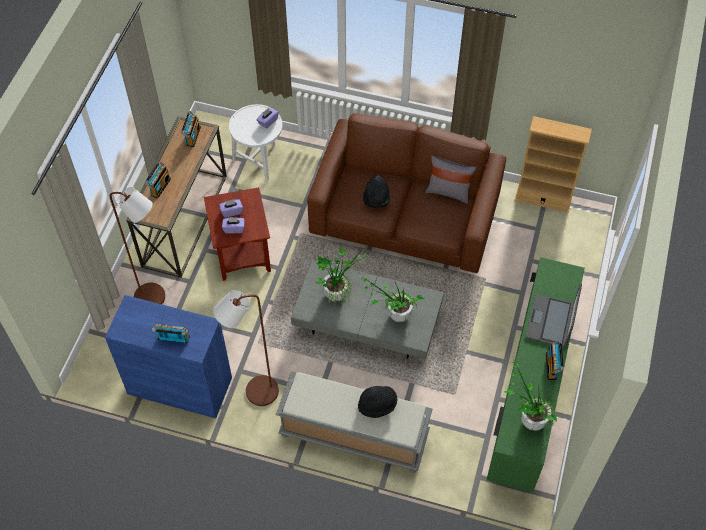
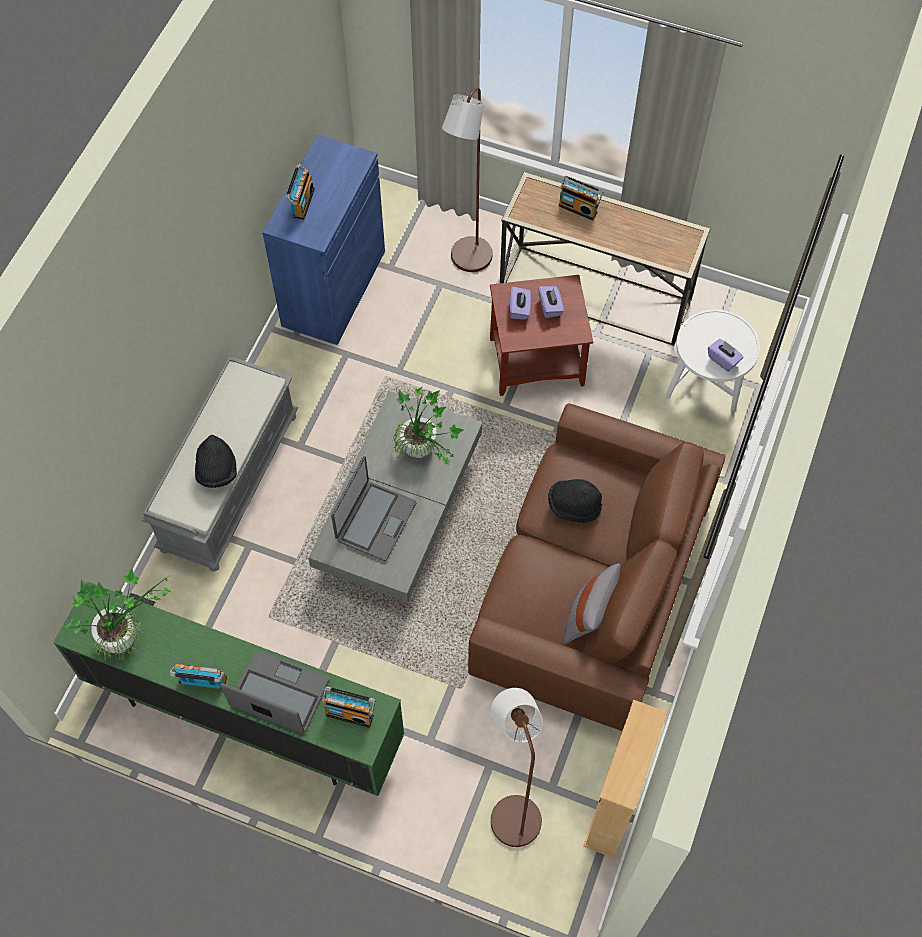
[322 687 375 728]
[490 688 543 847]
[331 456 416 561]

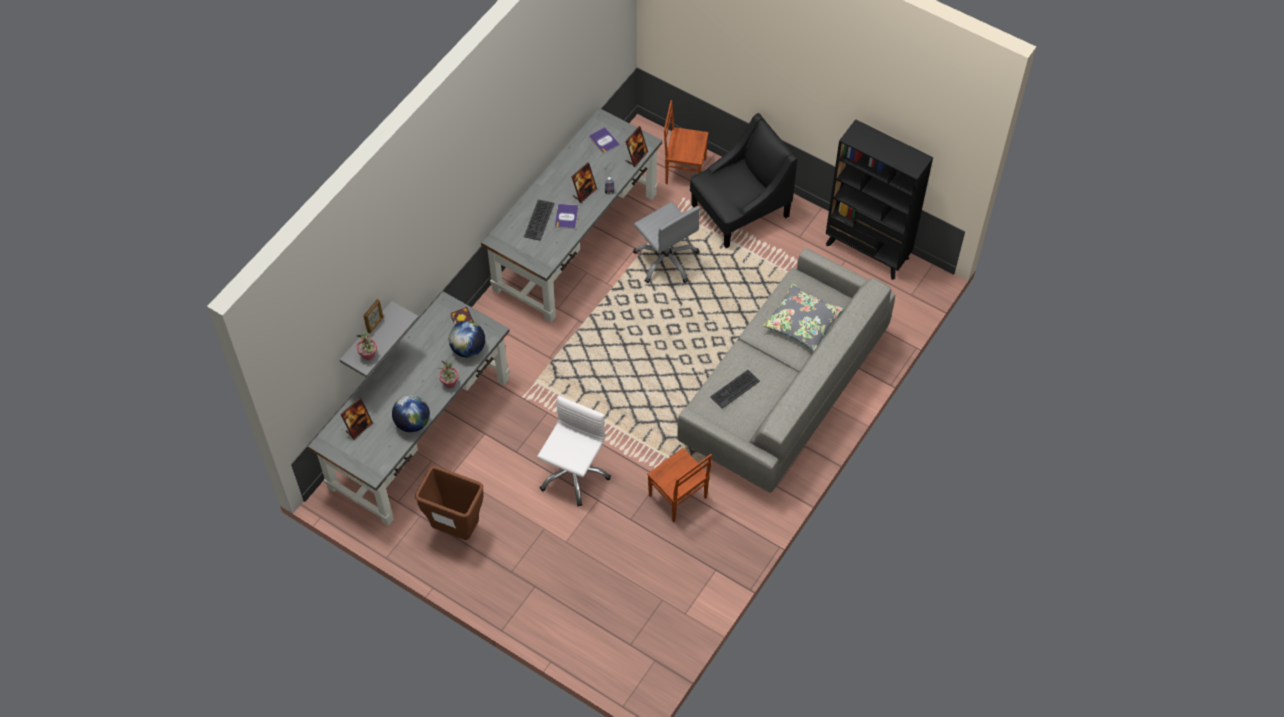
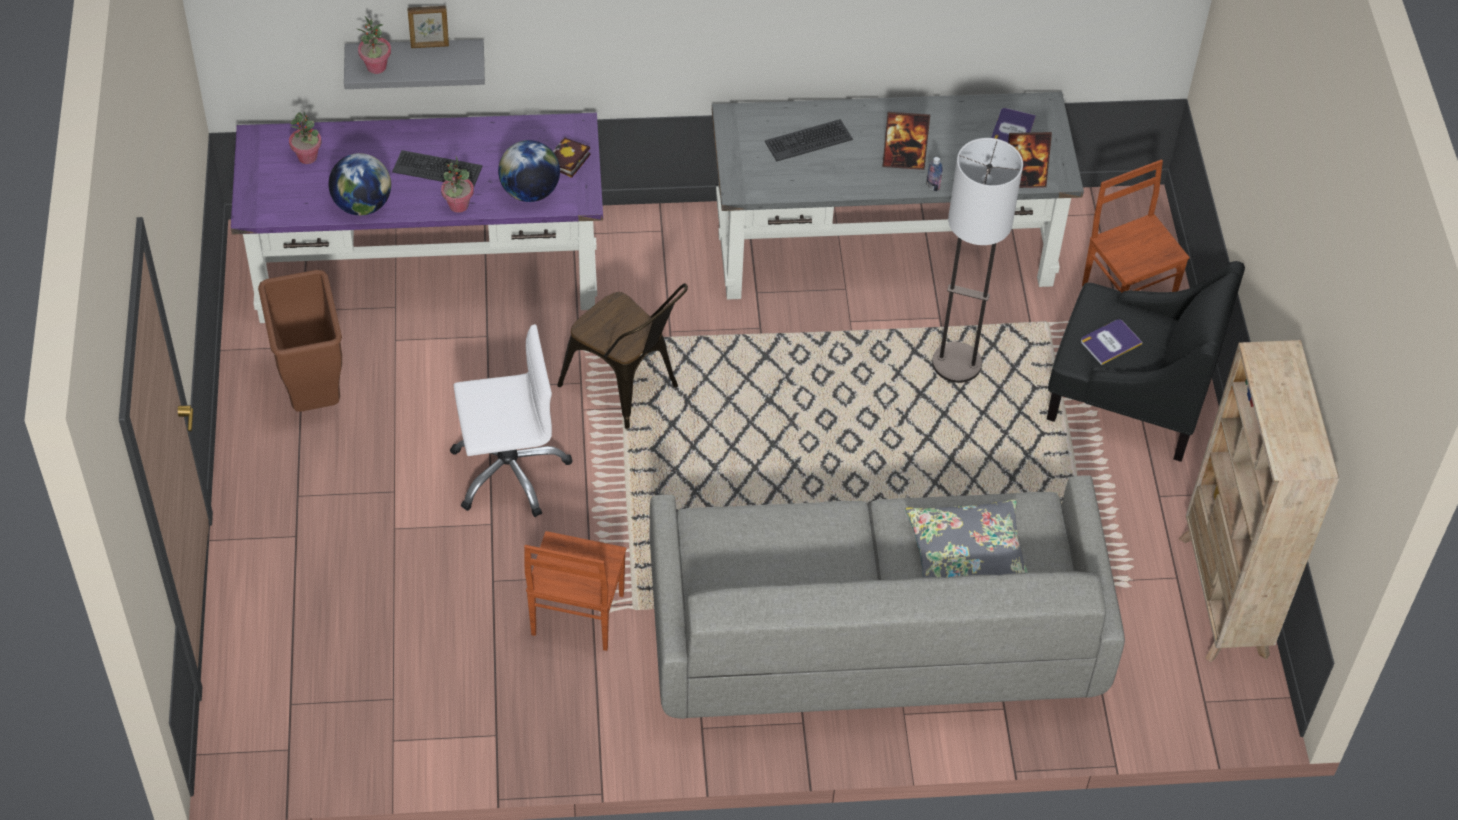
[557 283 688 429]
[1081 319 1143 365]
[392 150 482 187]
[289 112 321 164]
[932 138 1023 383]
[231 113 603 323]
[1179 340 1339 662]

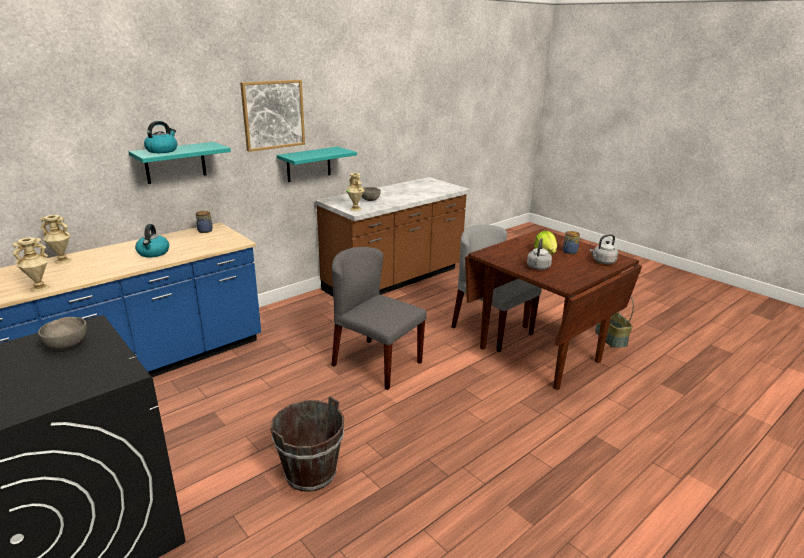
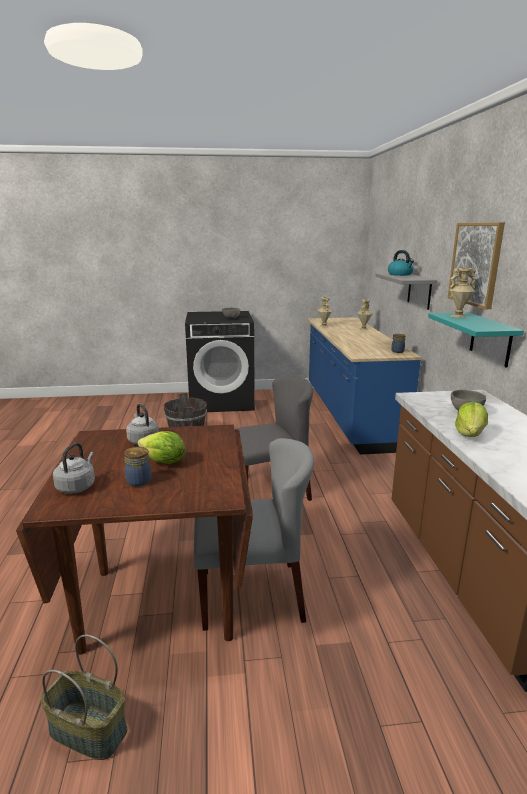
[135 224 169 258] (first image)
[455 402 488 437]
[449 268 476 318]
[375 273 438 310]

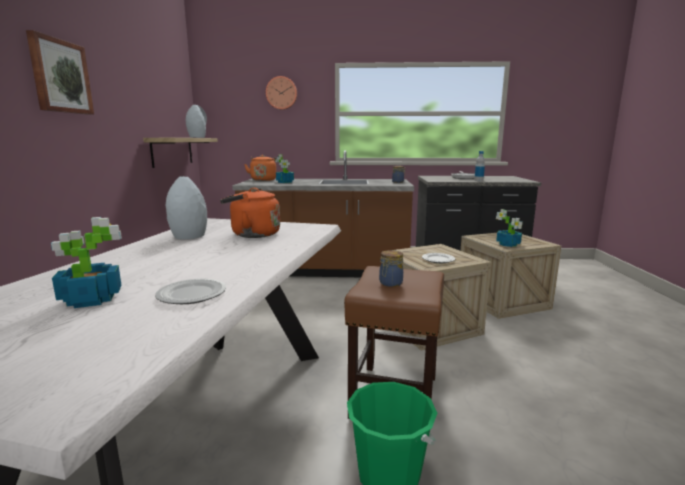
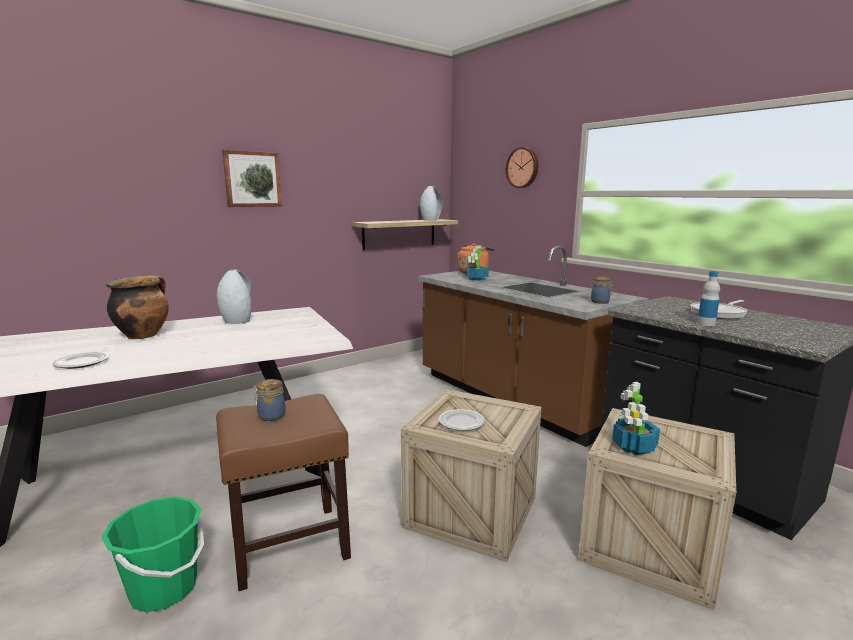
[51 217 122 308] (first image)
[220 188 280 238] (first image)
[106 275 169 339]

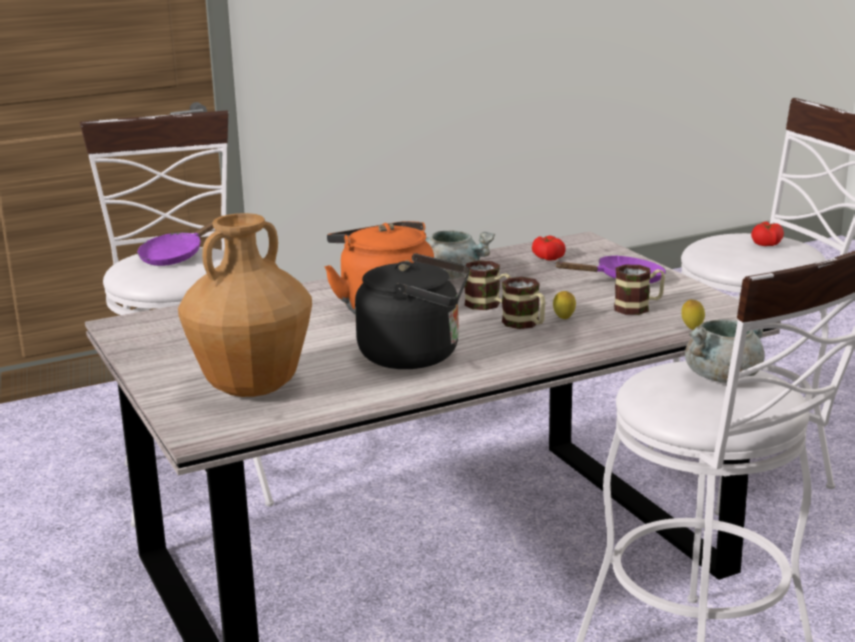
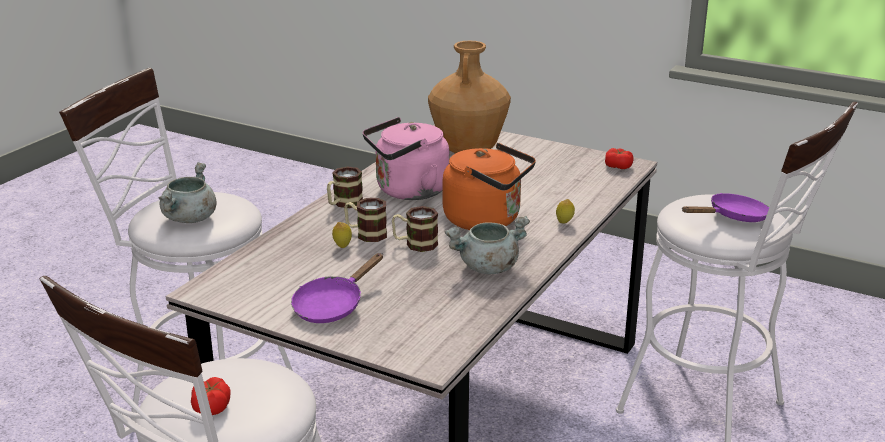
[605 148 634 169]
[327 166 363 208]
[556 199 575 224]
[363 117 449 200]
[682 193 769 222]

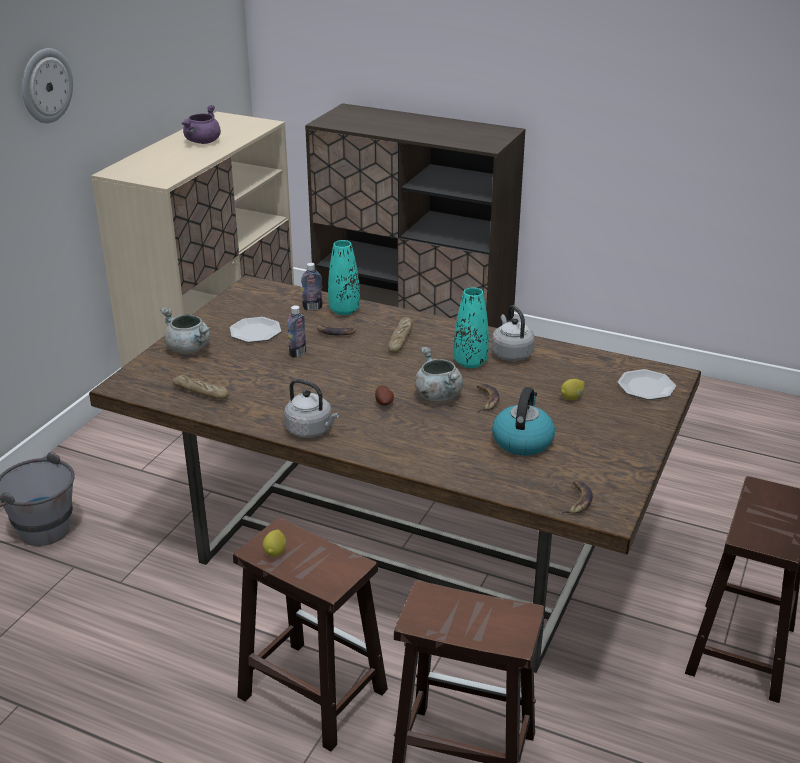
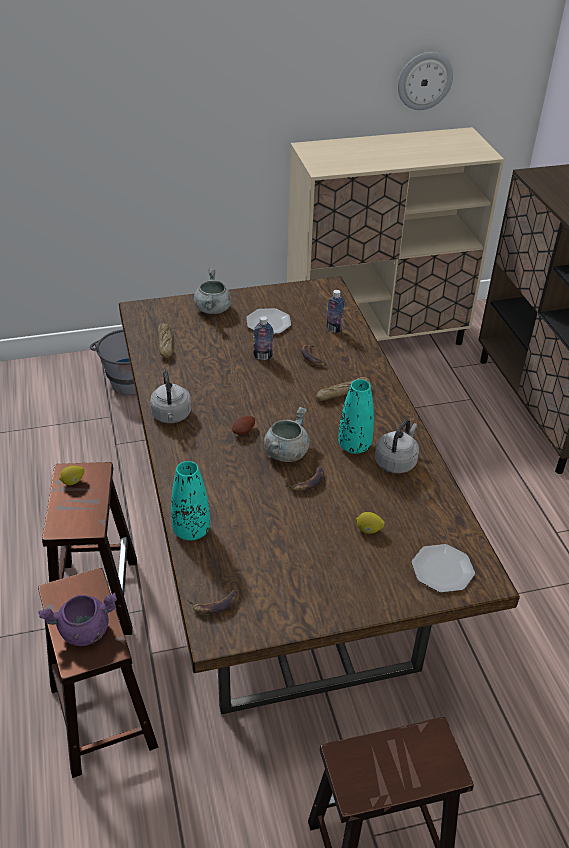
[492 387 555 456] (first image)
[398 52 453 110]
[39 593 117 646]
[171 461 210 540]

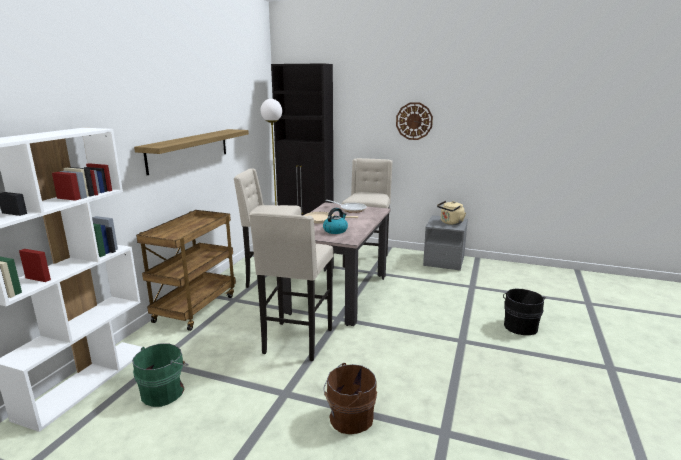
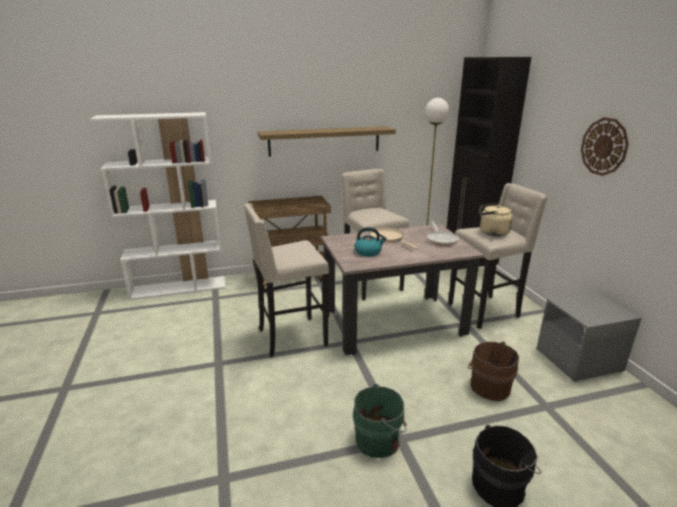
[353 384 407 458]
[468 341 519 401]
[479 203 513 237]

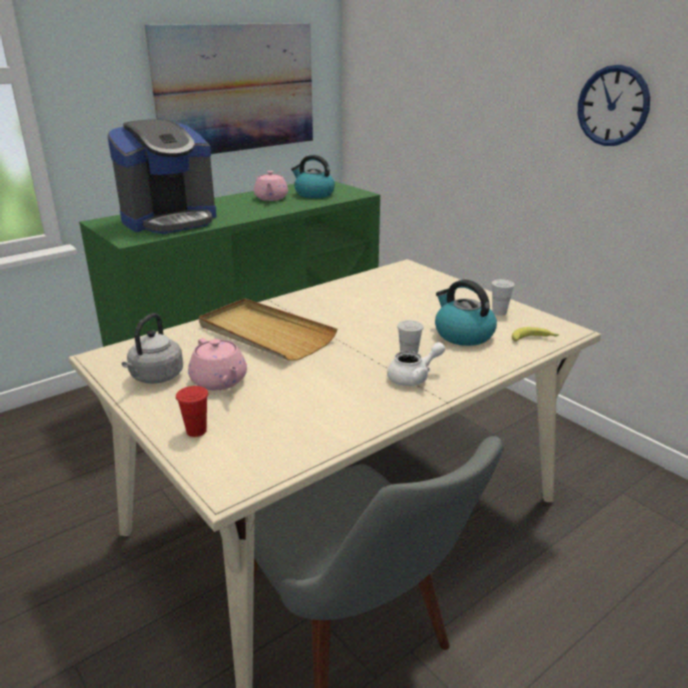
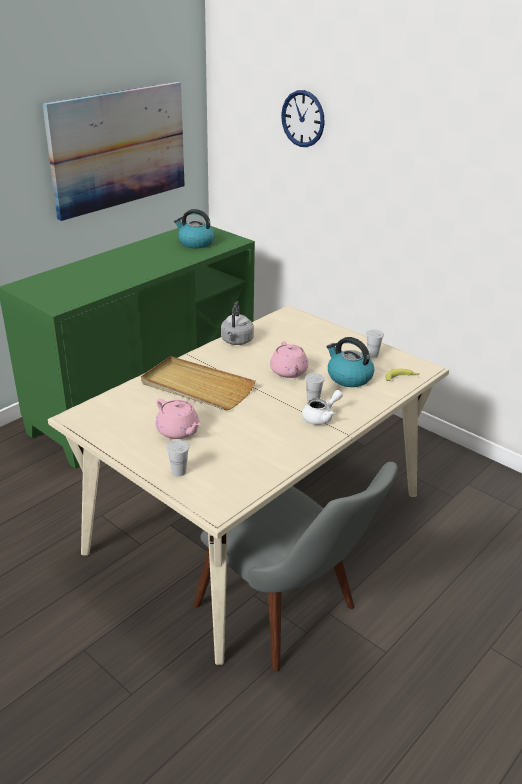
[107 119 216 234] (first image)
[221 301 254 345]
[270 341 308 378]
[281 90 325 147]
[166 440 189 476]

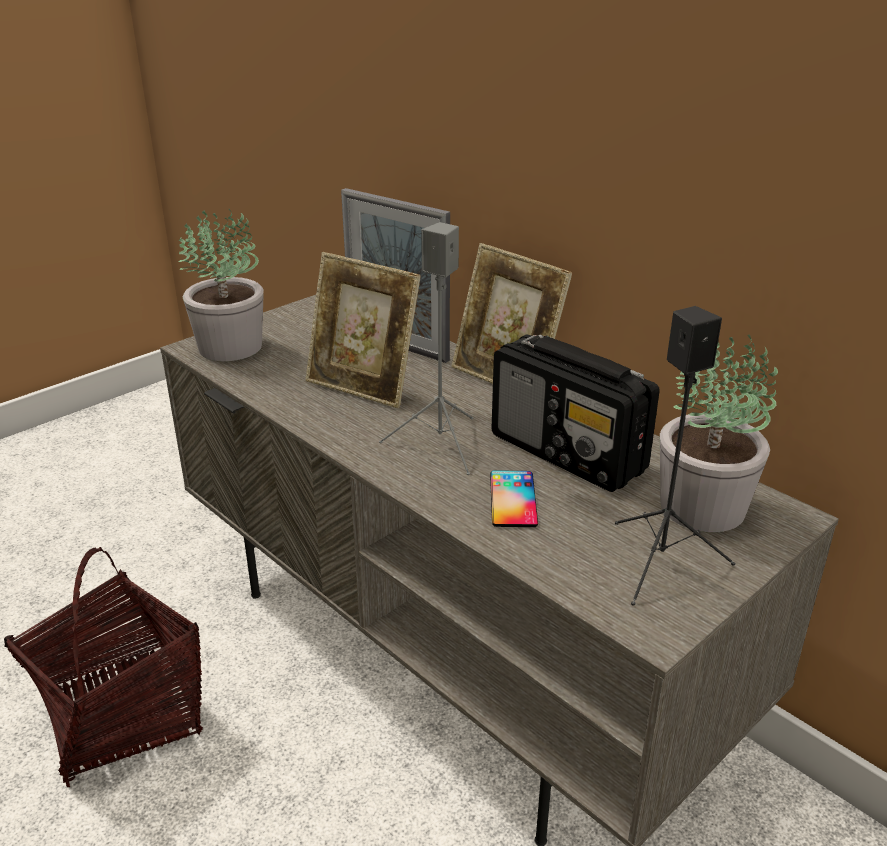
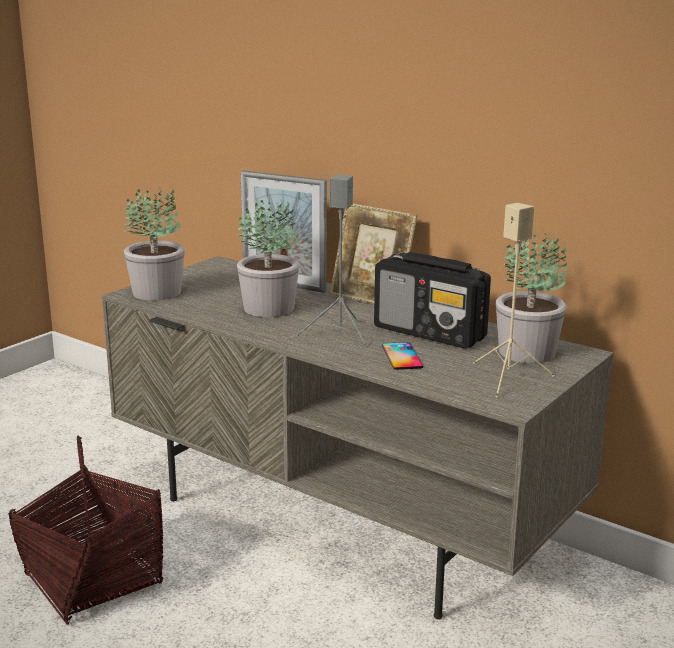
[237 199 300 317]
[473 203 555 397]

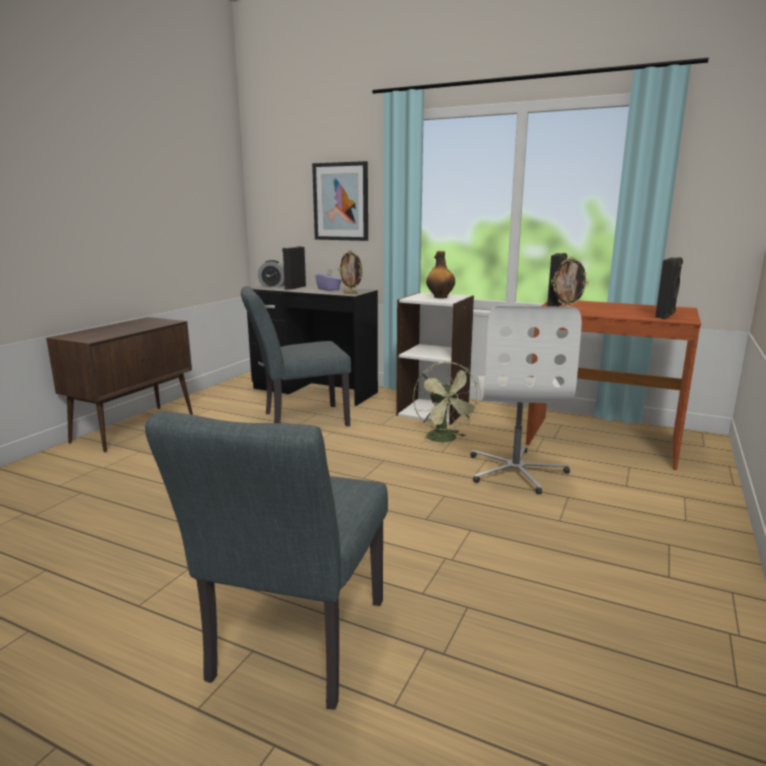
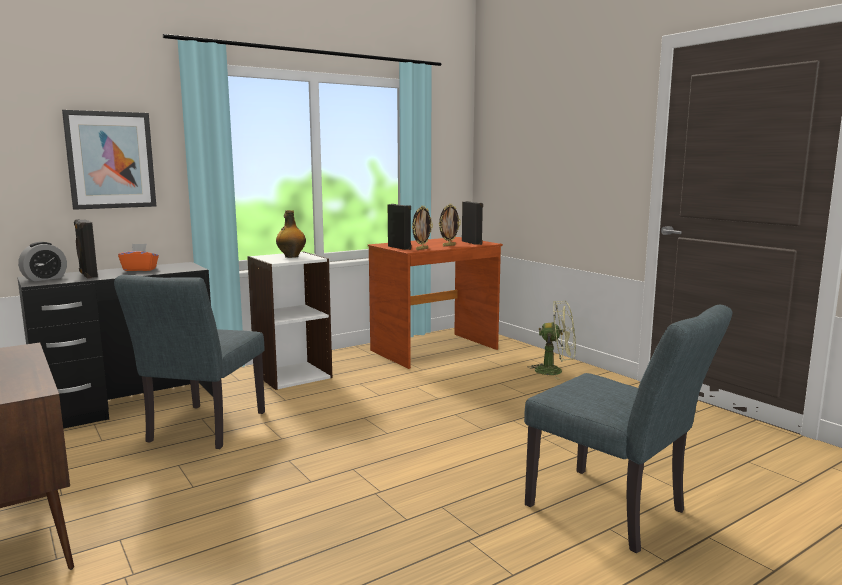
[470 306 582 494] (first image)
[439 204 461 246]
[527 301 576 379]
[118 244 159 271]

